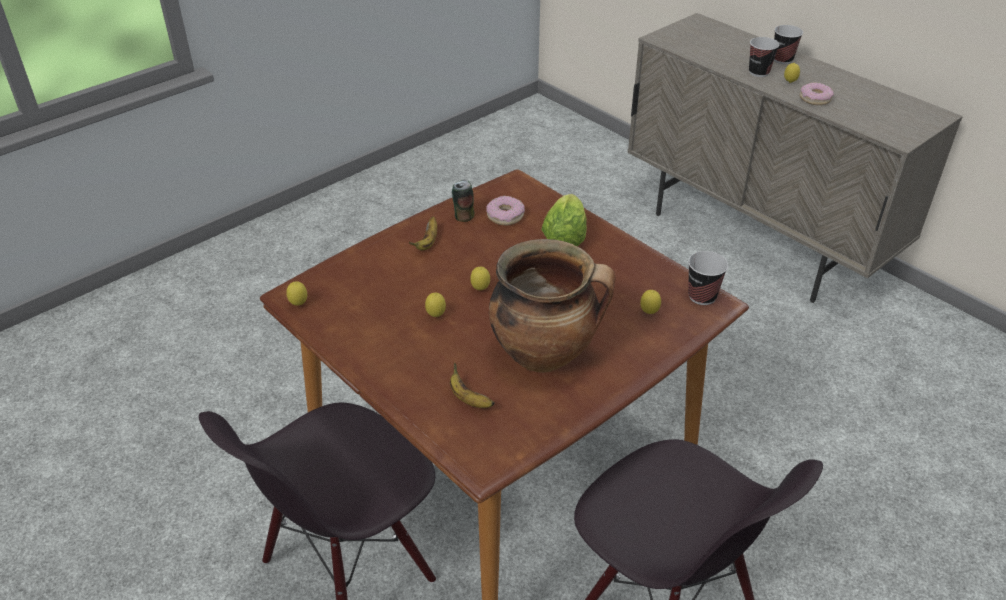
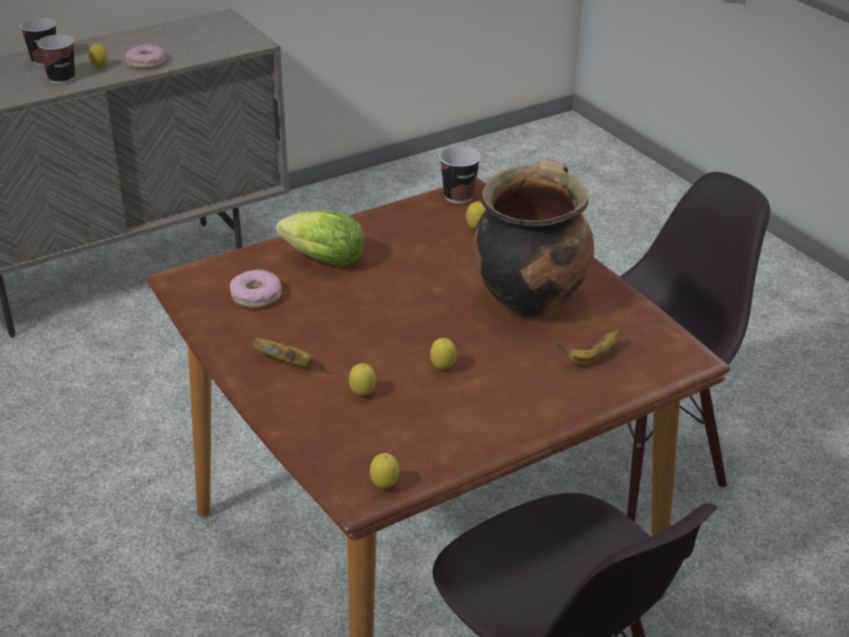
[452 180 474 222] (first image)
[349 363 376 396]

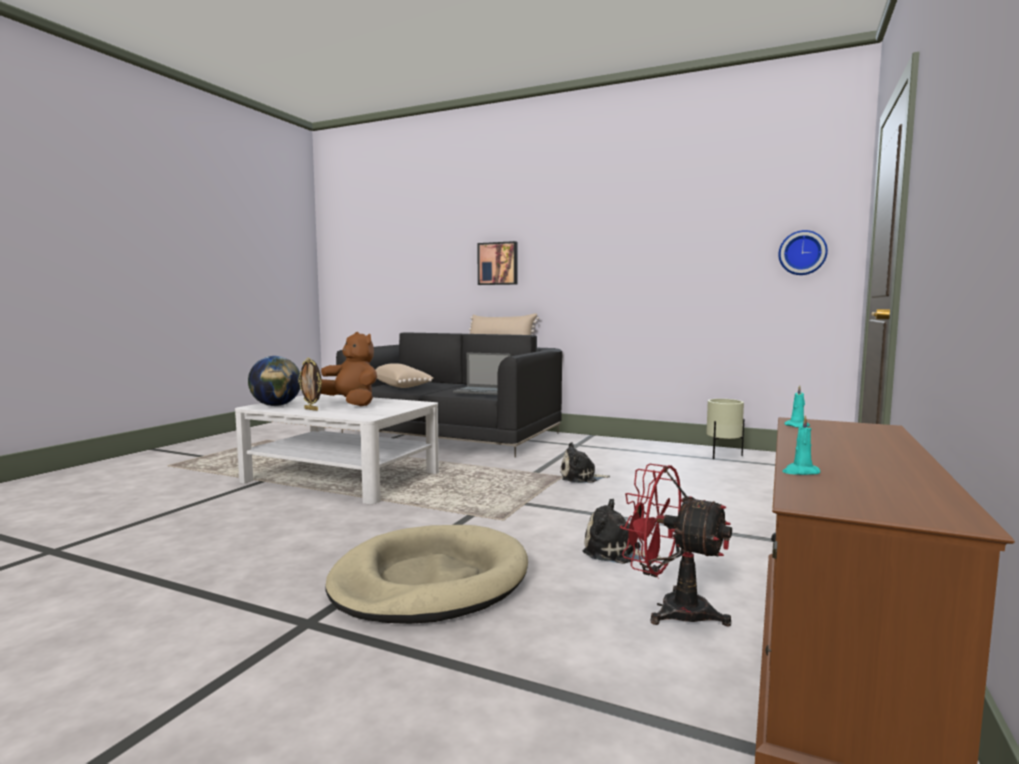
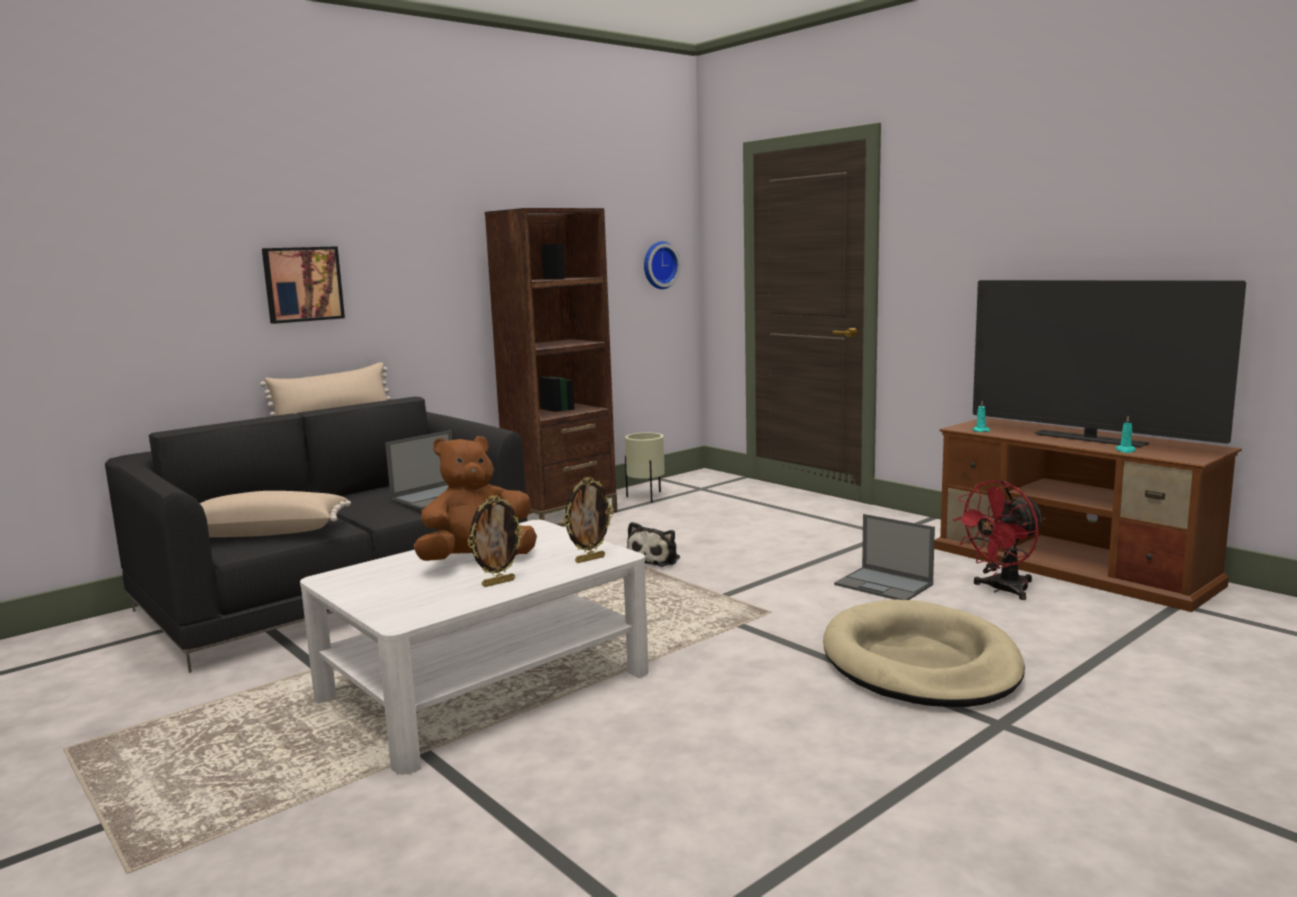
[248 356 300 406] (first image)
[485 208 617 526]
[563 477 614 563]
[973 280 1246 447]
[834 514 935 600]

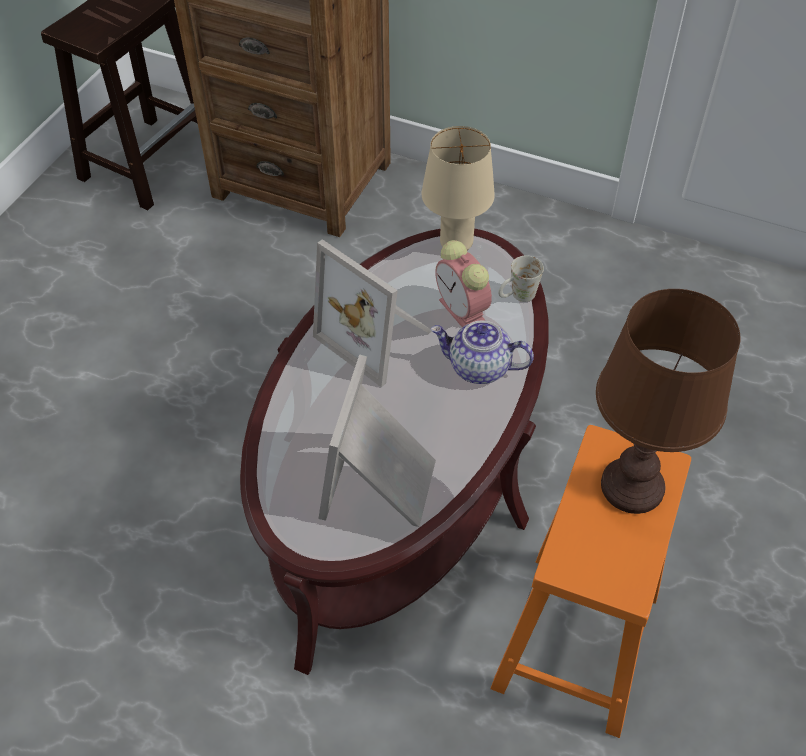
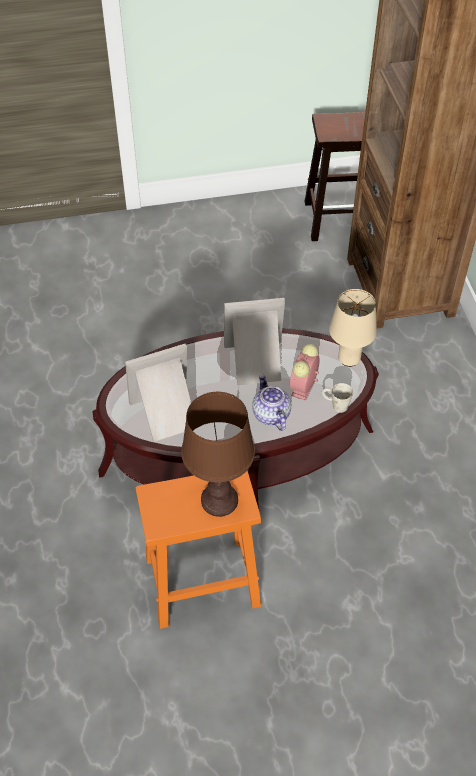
[224 298 285 385]

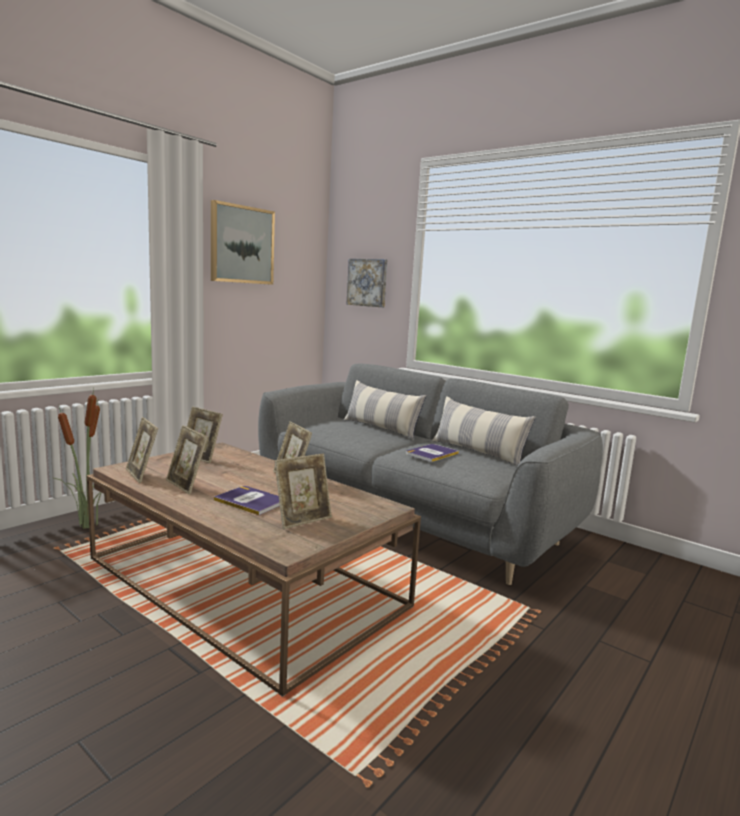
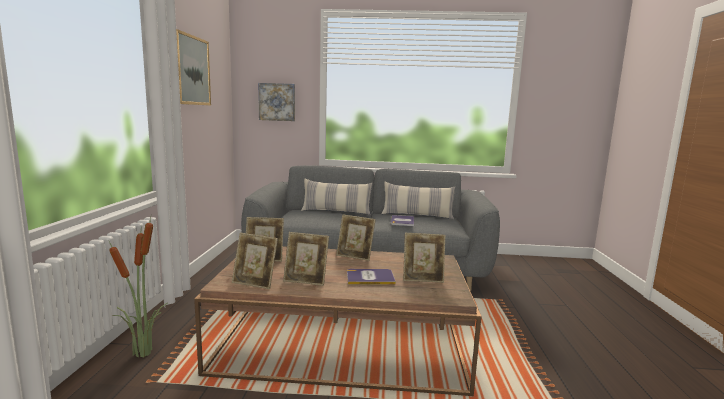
[403 233 445 283]

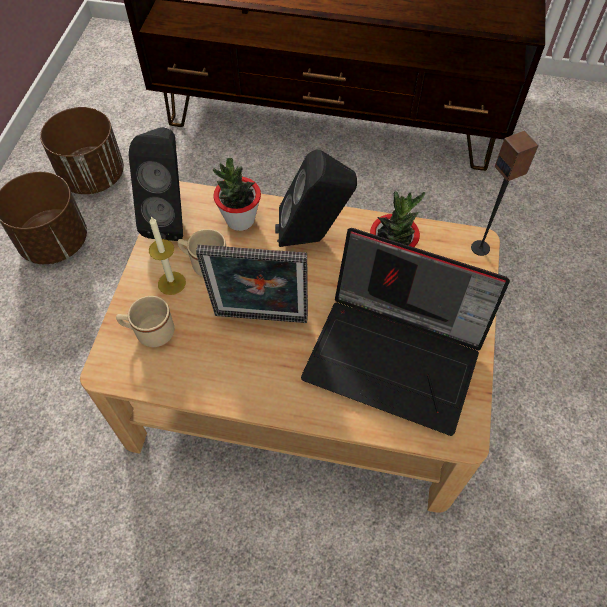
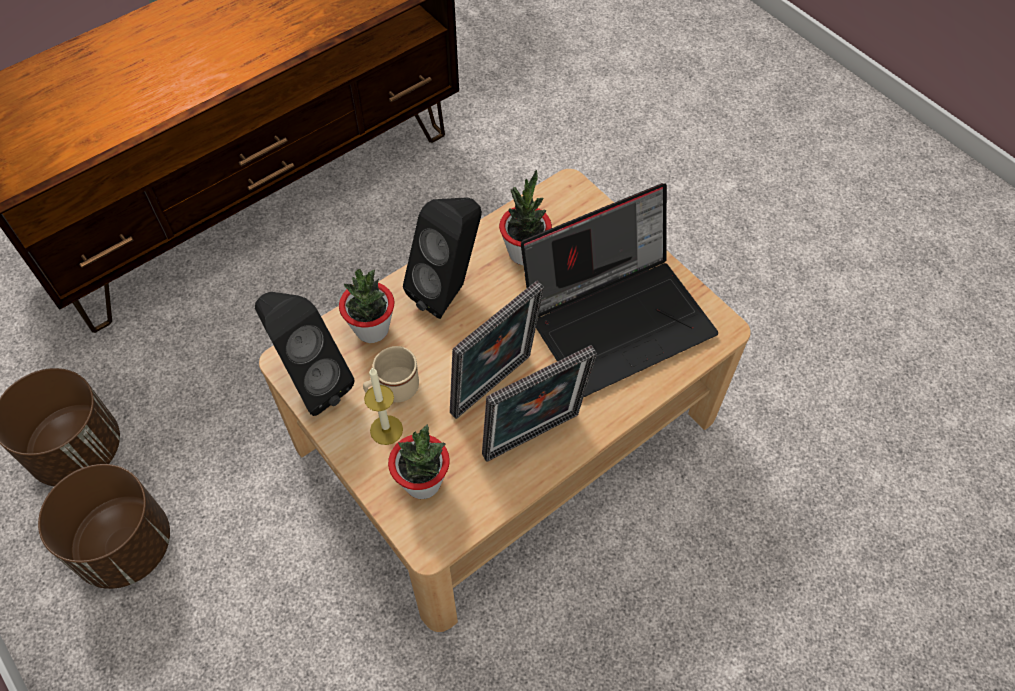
[471 131 539 256] (first image)
[482 345 597 462]
[388 425 450 499]

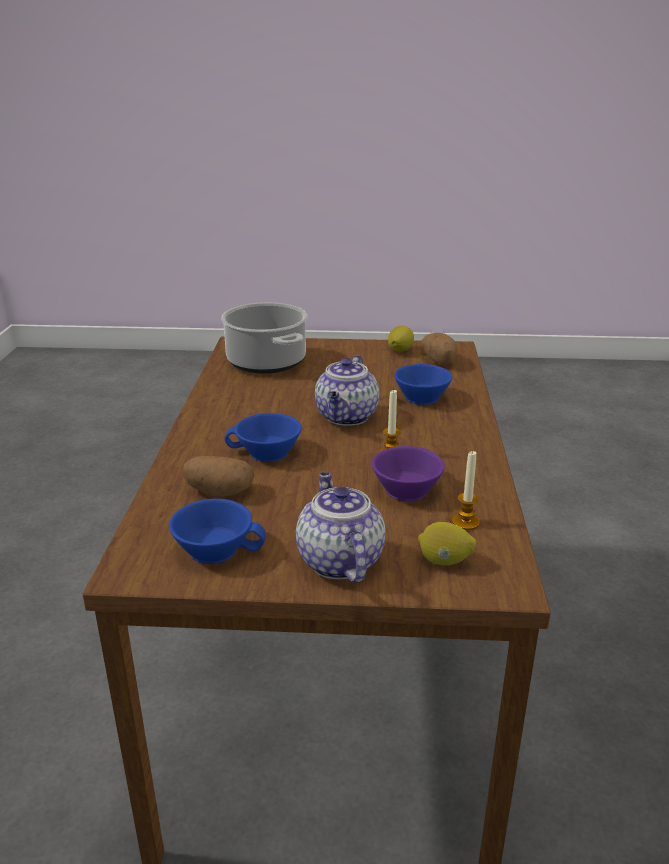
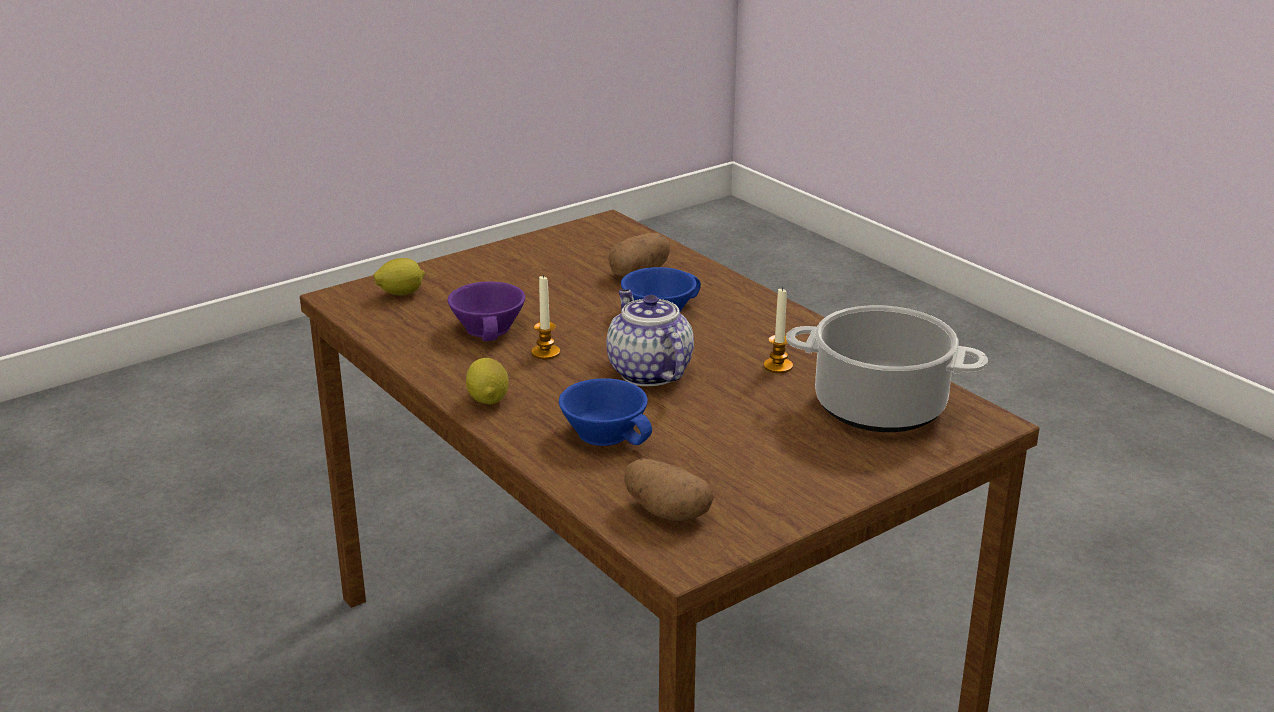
[169 499 266 564] (first image)
[296 472 386 583] (first image)
[466 358 509 405]
[764 287 793 373]

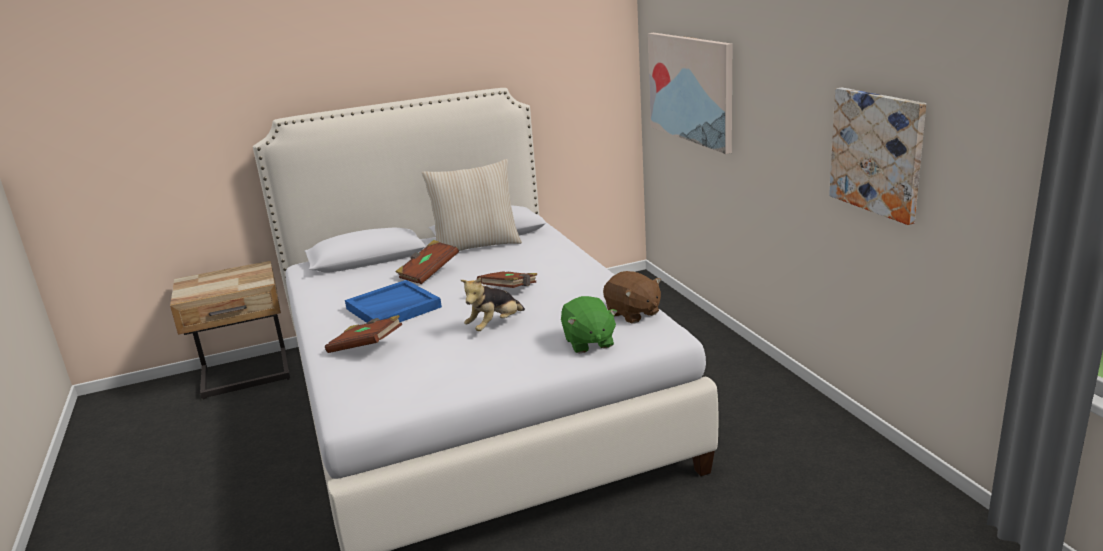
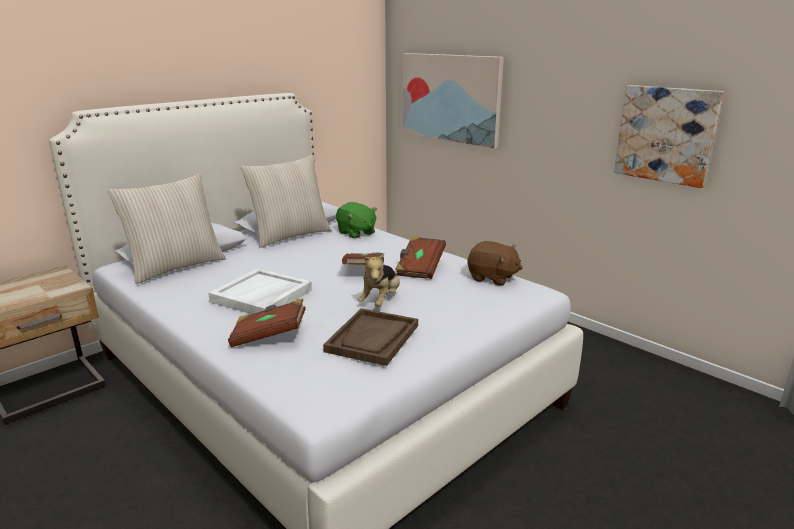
[107 173 226 284]
[323 308 418 366]
[395 236 446 279]
[336 202 377 239]
[208 268 312 314]

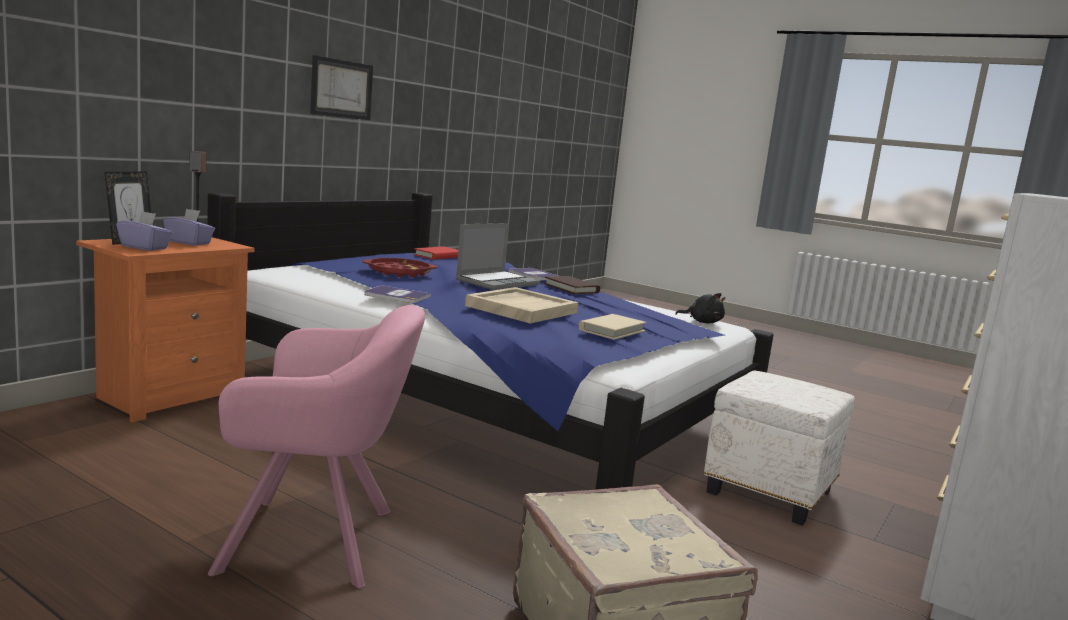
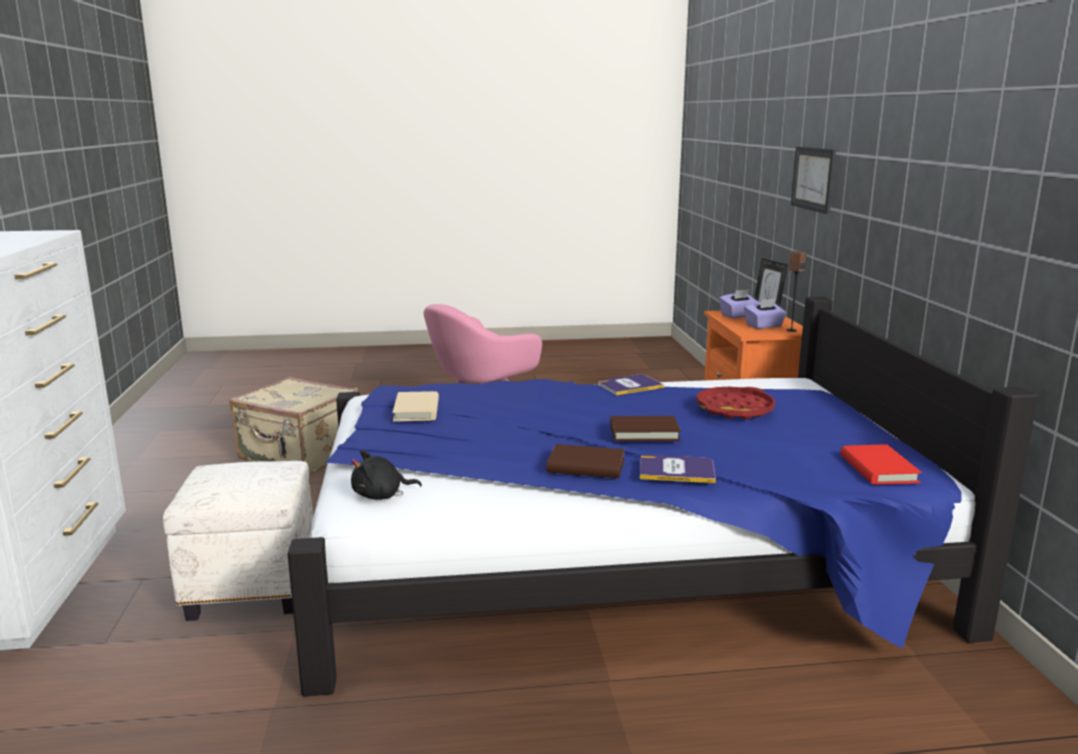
[465 287 578 324] (first image)
[791 147 836 214]
[610 416 681 441]

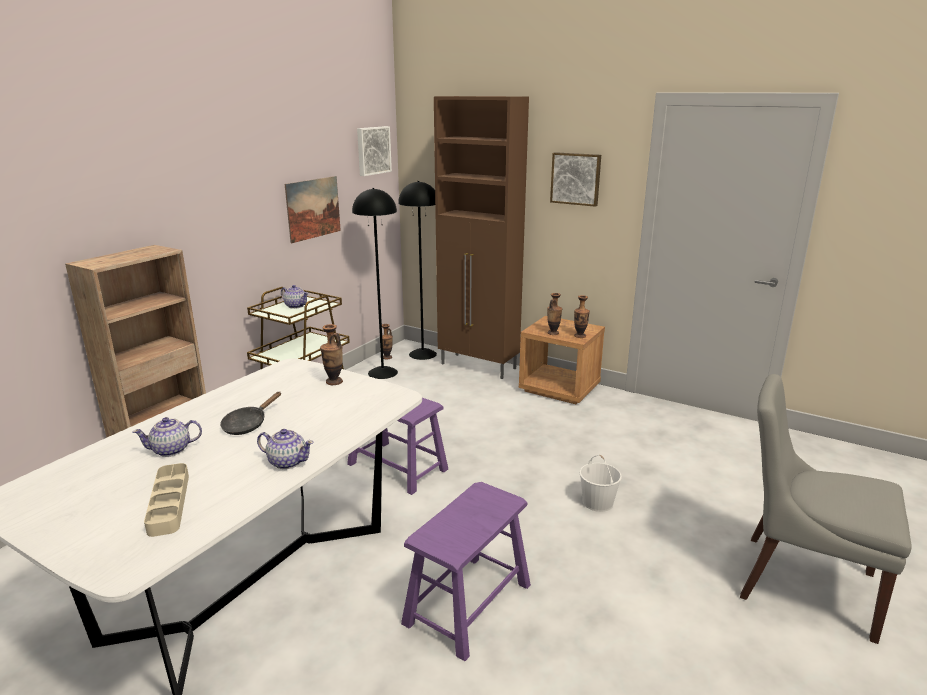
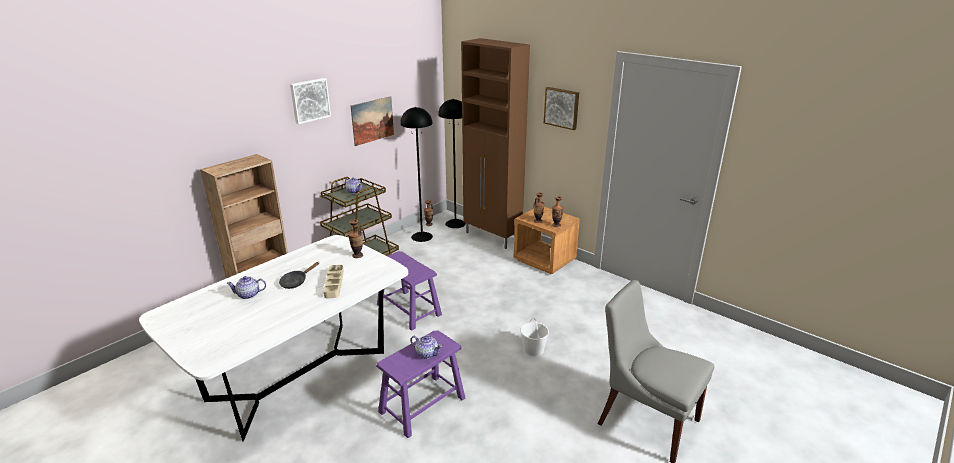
[323 265 344 298]
[410 335 443 359]
[290 78 331 124]

